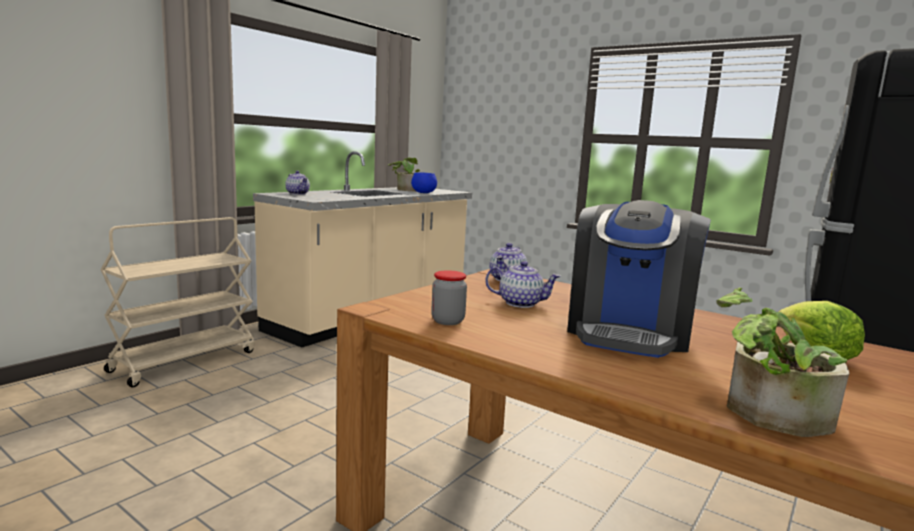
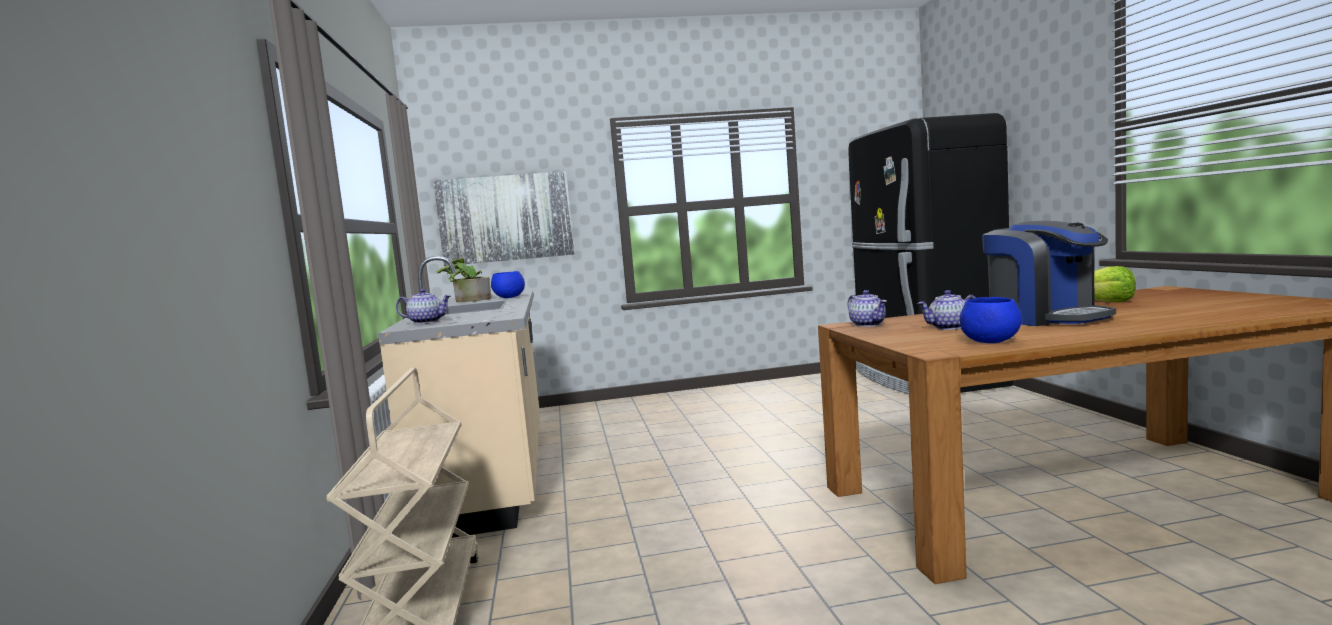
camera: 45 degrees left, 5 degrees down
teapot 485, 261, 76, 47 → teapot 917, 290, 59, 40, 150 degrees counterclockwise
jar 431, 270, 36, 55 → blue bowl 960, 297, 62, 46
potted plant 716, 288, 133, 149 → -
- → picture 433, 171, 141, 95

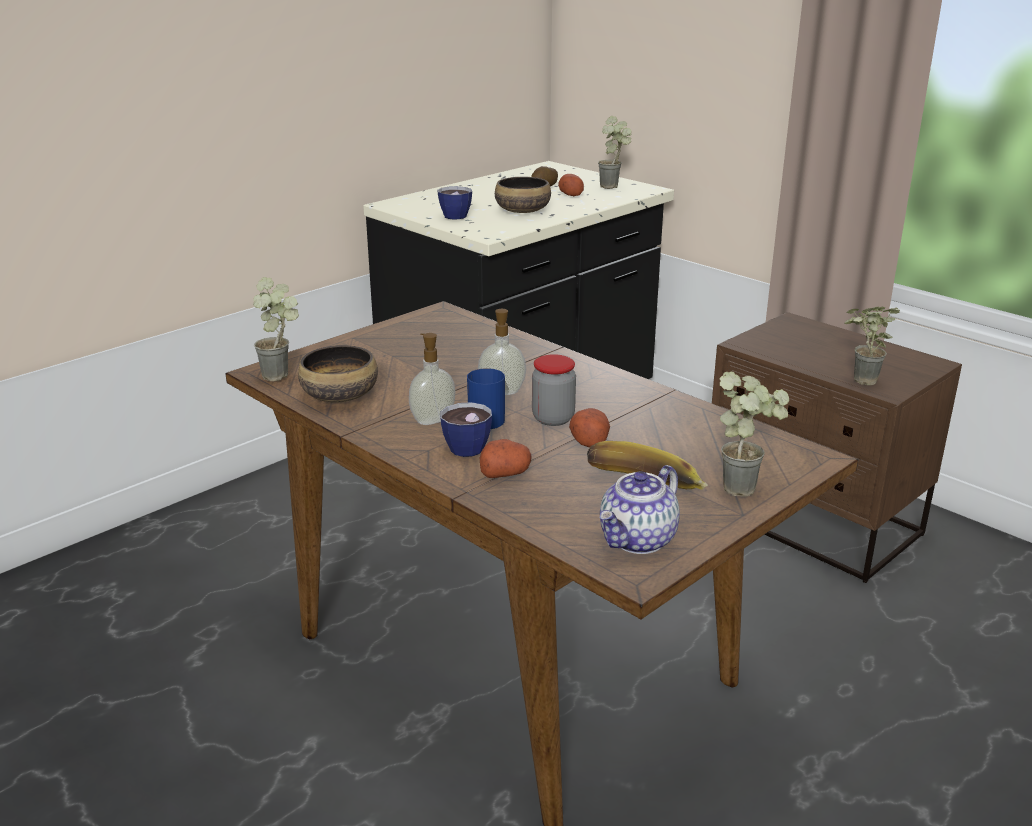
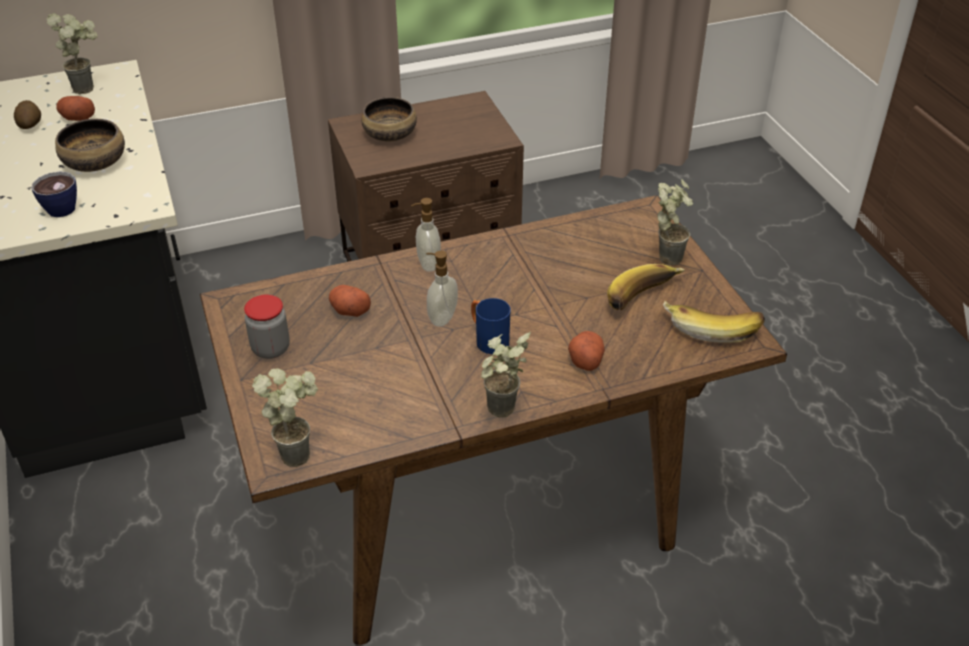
camera: 65 degrees left, 15 degrees up
potted plant 844, 307, 56, 78 → potted plant 481, 332, 50, 86, shifted
soap dispenser 409, 333, 46, 92 → soap dispenser 411, 198, 30, 74, shifted
bowl 298, 345, 80, 57 → bowl 361, 97, 56, 44, shifted
jar 532, 354, 44, 72 → jar 244, 295, 46, 64, shifted
cup 440, 402, 52, 55 → -
potato 569, 408, 41, 40 → potato 329, 285, 42, 32, shifted
teapot 600, 465, 80, 89 → banana 663, 301, 102, 42

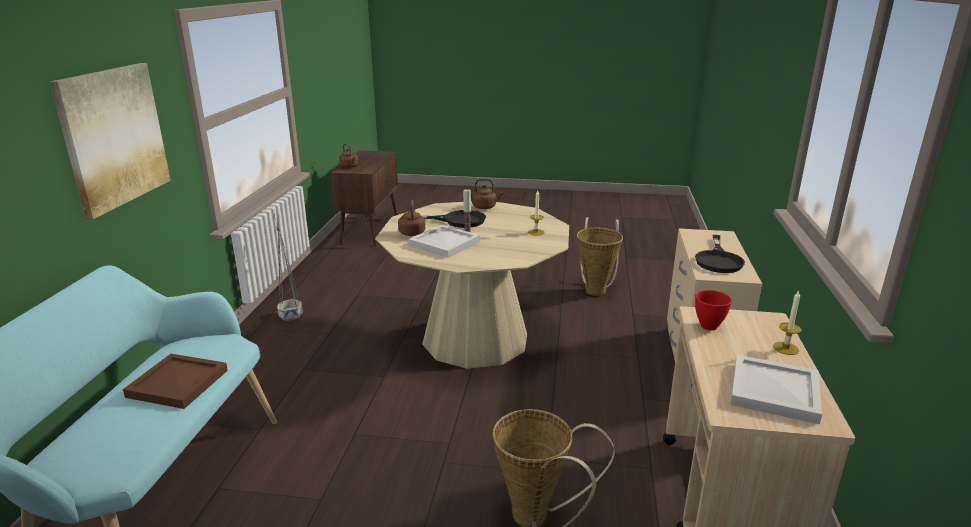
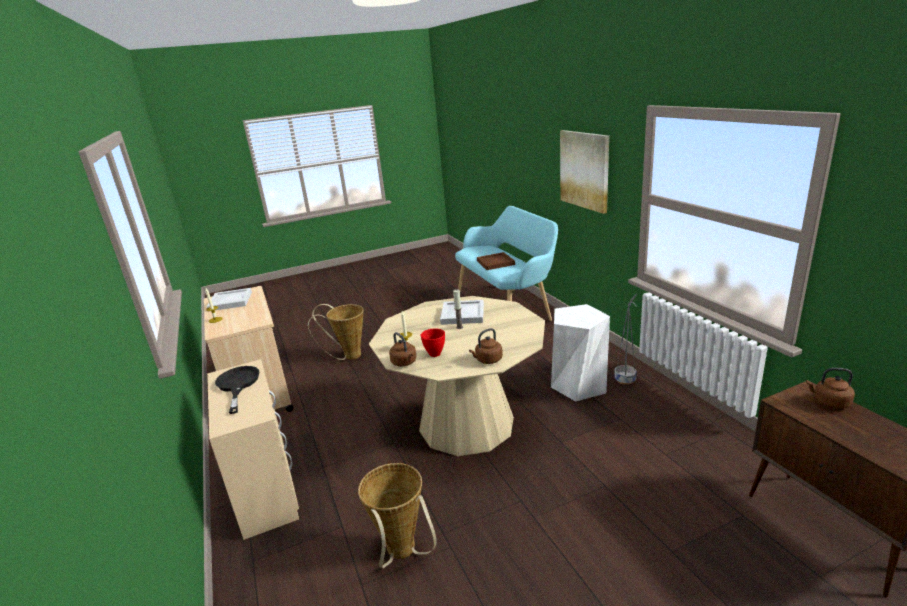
camera: 150 degrees right, 0 degrees up
brown kettle 398, 201, 27, 35 → brown kettle 389, 332, 28, 34, shifted
black frying pan 422, 210, 64, 18 → -
red bowl 695, 290, 37, 40 → red bowl 421, 328, 24, 29, shifted
- → white stool 551, 304, 59, 98

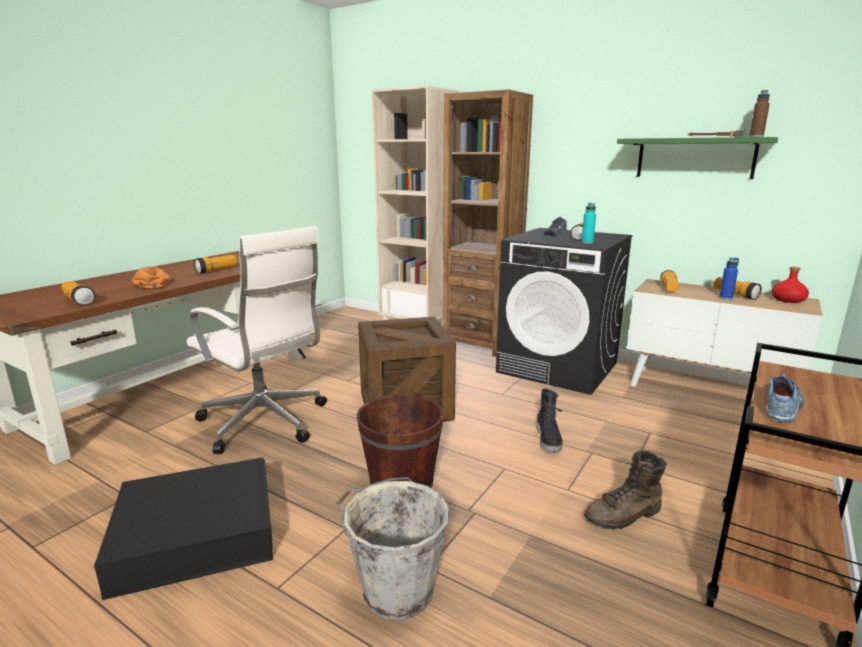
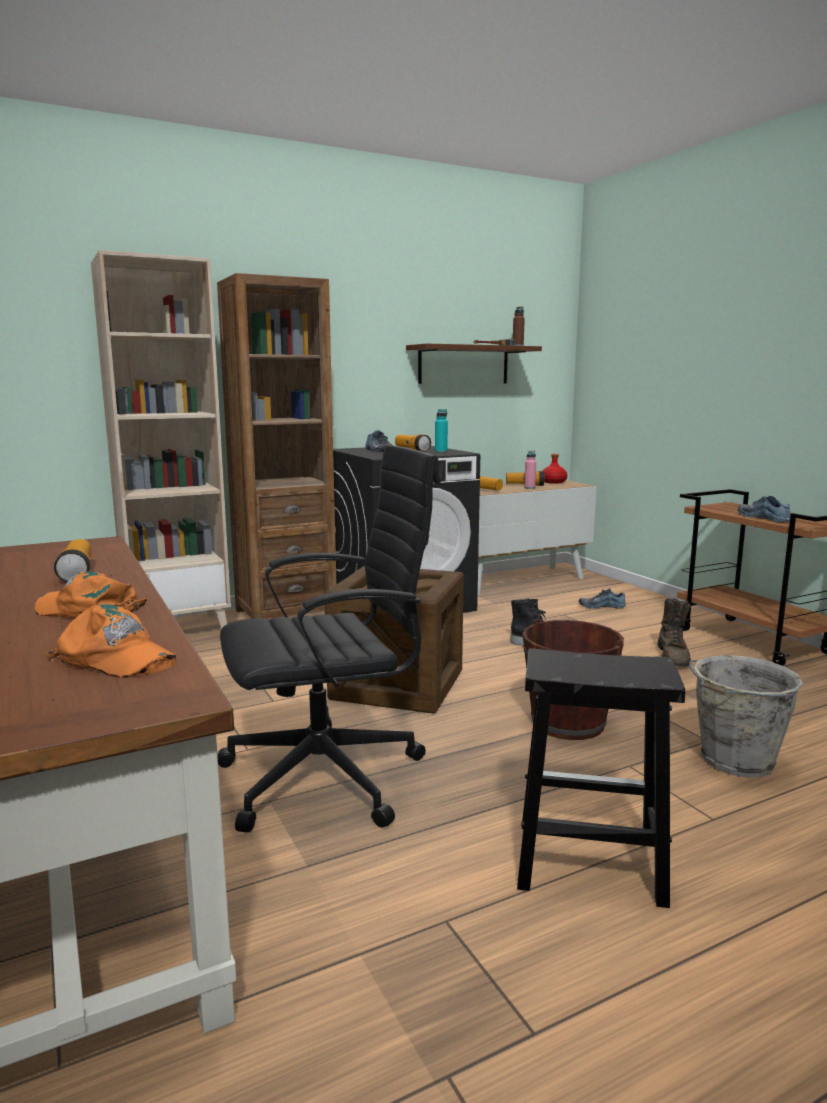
camera: 60 degrees left, 5 degrees down
green shelf 617, 137, 161, 42 → brown shelf 406, 343, 136, 41
white office chair 187, 226, 140, 228 → black office chair 217, 444, 223, 388
blue bottle 719, 257, 20, 43 → pink bottle 524, 451, 12, 38
flashlight 61, 281, 34, 25 → orange cap 45, 604, 131, 74
black storage box 94, 458, 179, 142 → black stool 517, 648, 168, 260
- → shoe 579, 589, 47, 20

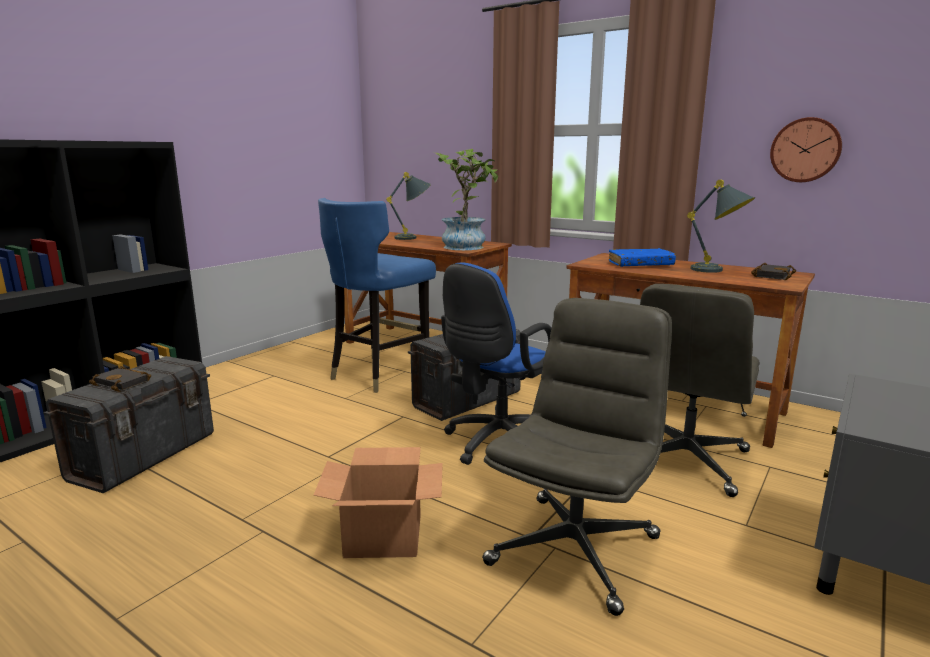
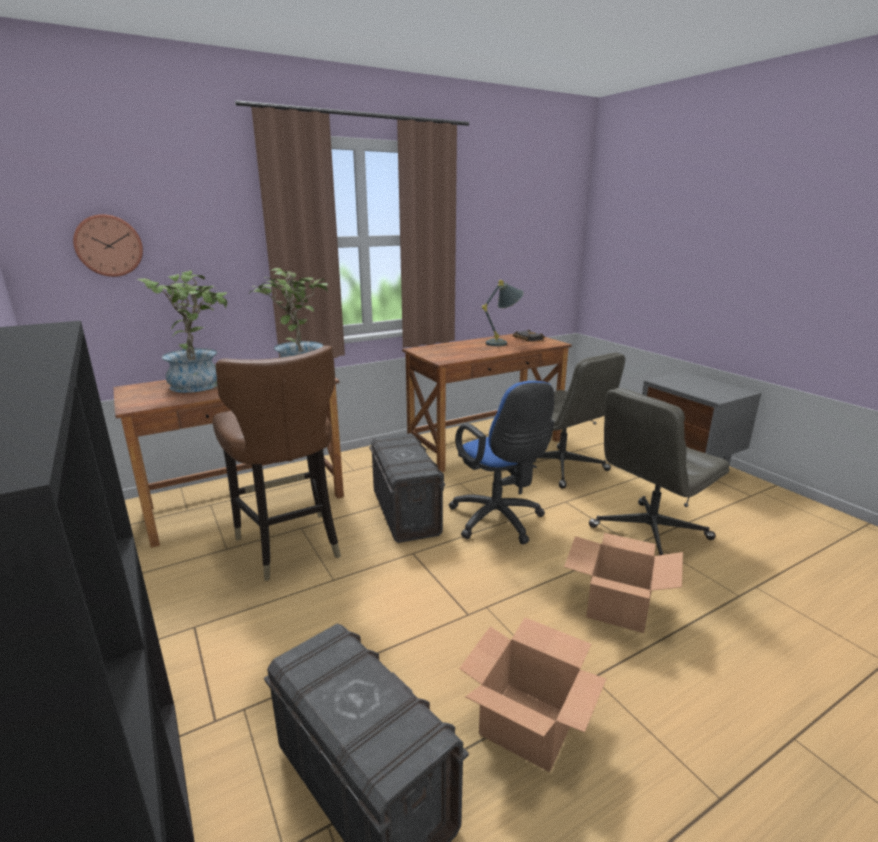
camera: 65 degrees left, 5 degrees up
wall clock 770, 117, 72, 65 → wall clock 73, 214, 70, 63, shifted
grey table lamp 386, 172, 45, 68 → potted plant 137, 270, 90, 123
blue chair 318, 198, 118, 195 → brown chair 213, 345, 128, 236
blue book 609, 248, 67, 19 → -
grey office chair 482, 298, 190, 318 → grey office chair 589, 388, 141, 167, 90 degrees counterclockwise
black book 89, 366, 62, 26 → -
- → cardboard box 459, 618, 147, 154

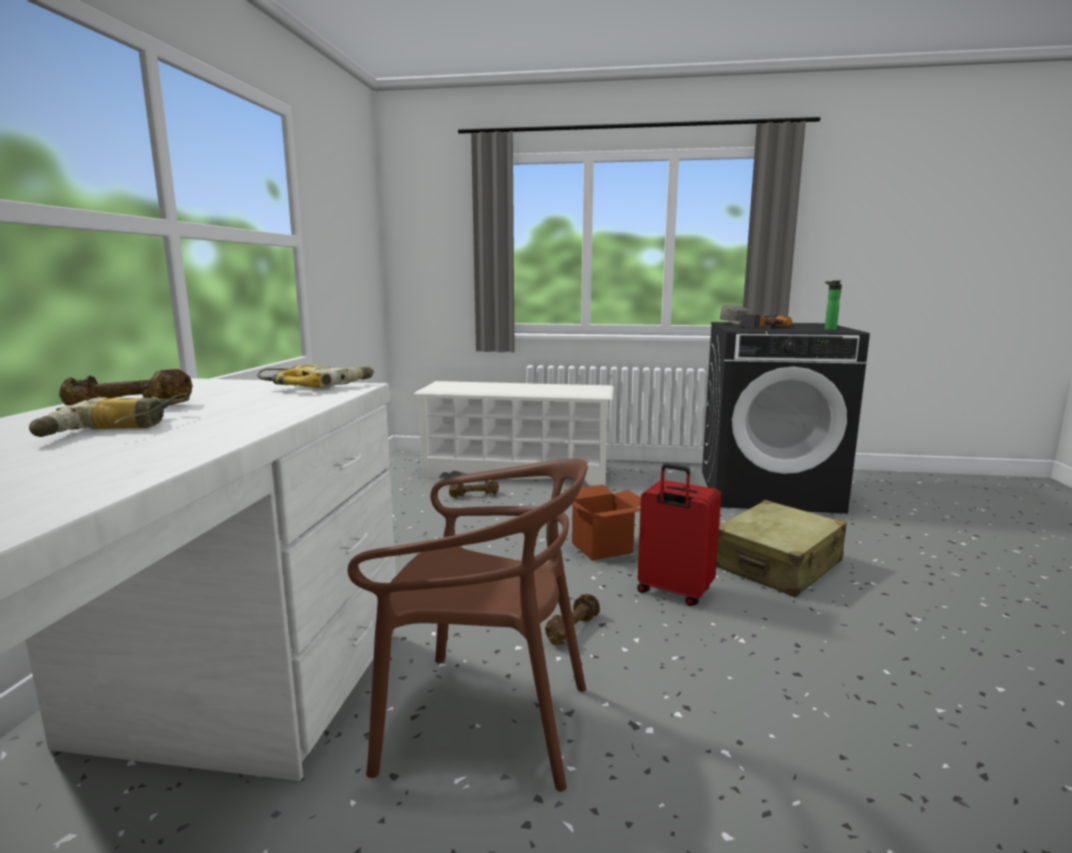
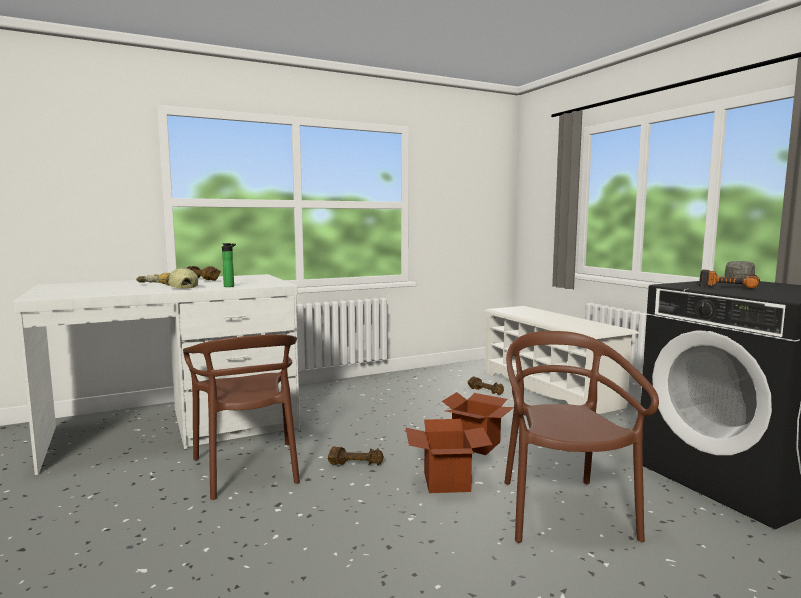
camera: 55 degrees right, 5 degrees down
bottle 825, 281, 17, 49 → bottle 222, 243, 14, 44, shifted
power drill 257, 364, 117, 25 → -
red suitcase 637, 464, 84, 142 → cardboard box 406, 419, 87, 74
beige suitcase 716, 500, 131, 97 → brown chair 505, 331, 154, 212
- → cap 168, 267, 30, 22

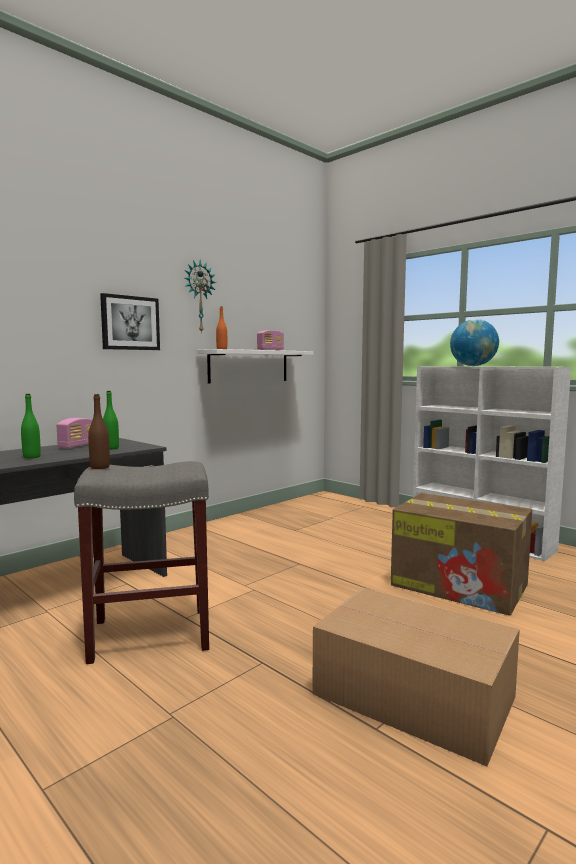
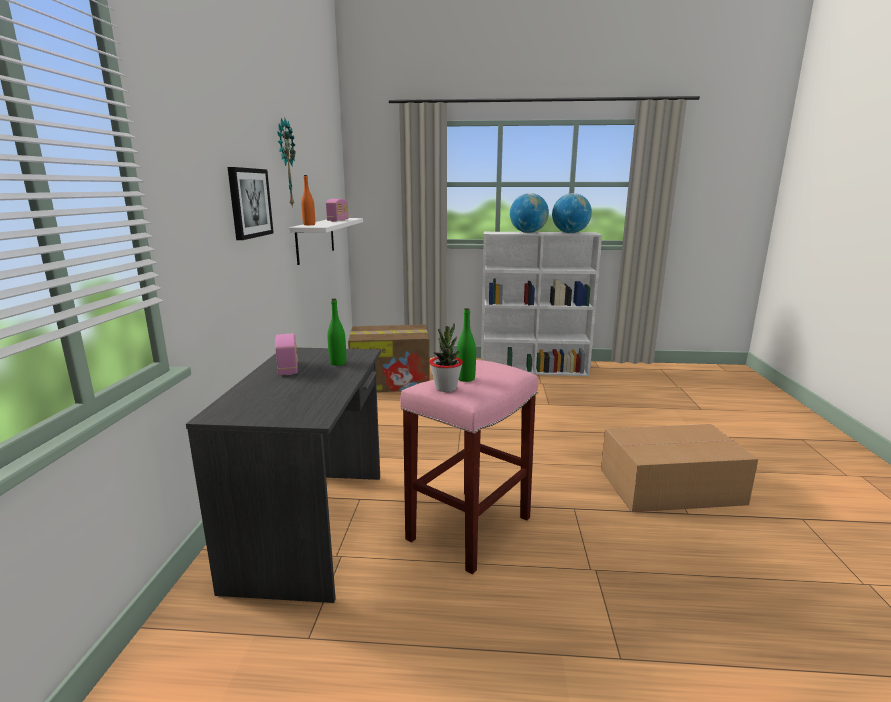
camera: 40 degrees left, 10 degrees up
green bottle 21, 394, 20, 65 → green bottle 457, 308, 19, 74, shifted
brown bottle 88, 394, 22, 75 → potted plant 429, 323, 34, 69
grey stool 74, 461, 135, 203 → pink stool 400, 360, 138, 214
cardboard box 391, 493, 141, 123 → cardboard box 348, 325, 82, 67, shifted
- → globe 552, 193, 40, 40

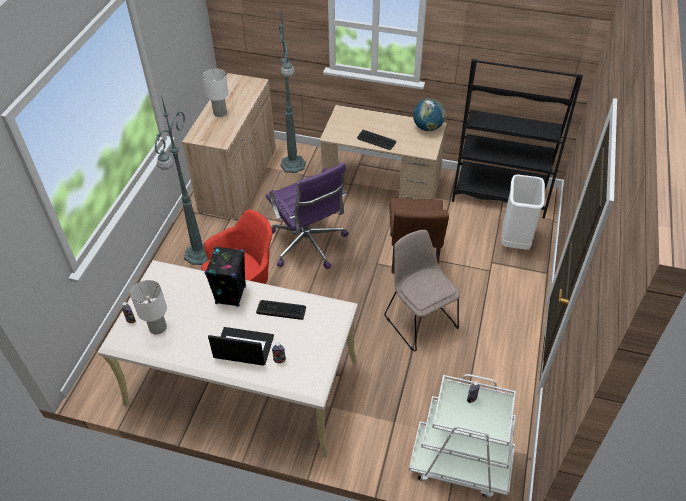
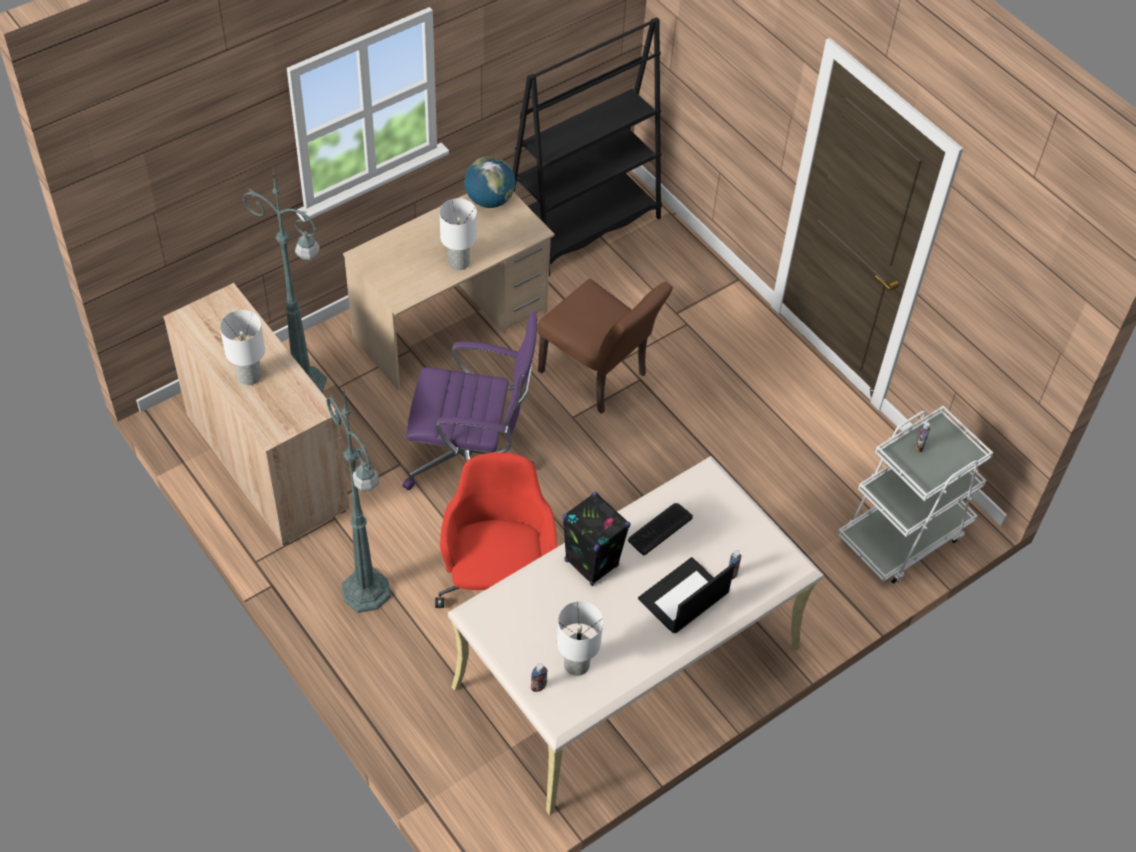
camera: 55 degrees left, 5 degrees up
keyboard 357, 130, 39, 20 → white table lamp 439, 198, 38, 72
white trash can 502, 175, 43, 75 → -
beige chair 384, 230, 76, 121 → -

